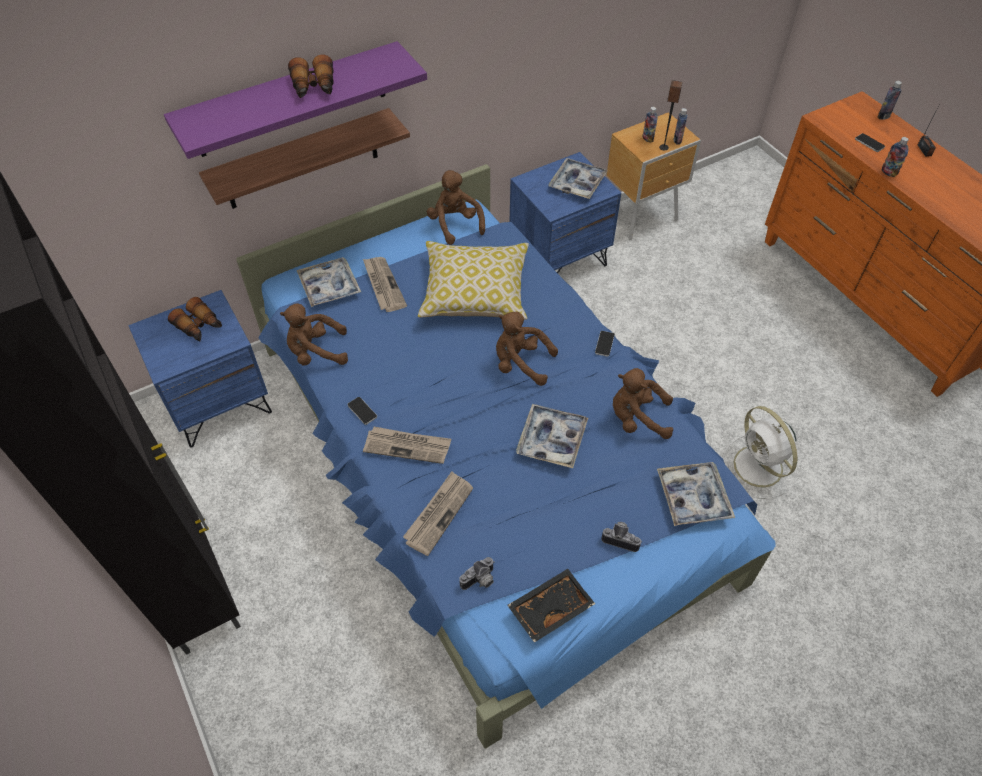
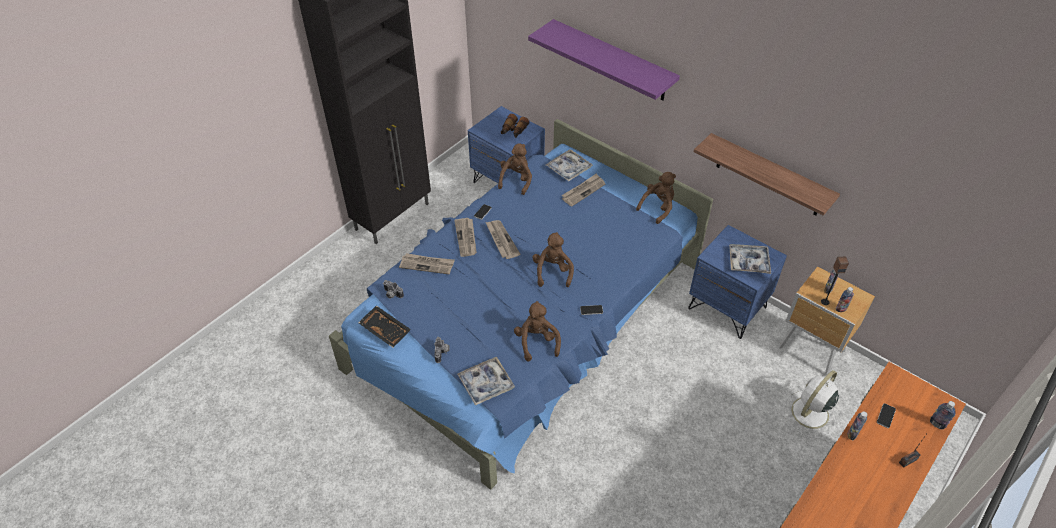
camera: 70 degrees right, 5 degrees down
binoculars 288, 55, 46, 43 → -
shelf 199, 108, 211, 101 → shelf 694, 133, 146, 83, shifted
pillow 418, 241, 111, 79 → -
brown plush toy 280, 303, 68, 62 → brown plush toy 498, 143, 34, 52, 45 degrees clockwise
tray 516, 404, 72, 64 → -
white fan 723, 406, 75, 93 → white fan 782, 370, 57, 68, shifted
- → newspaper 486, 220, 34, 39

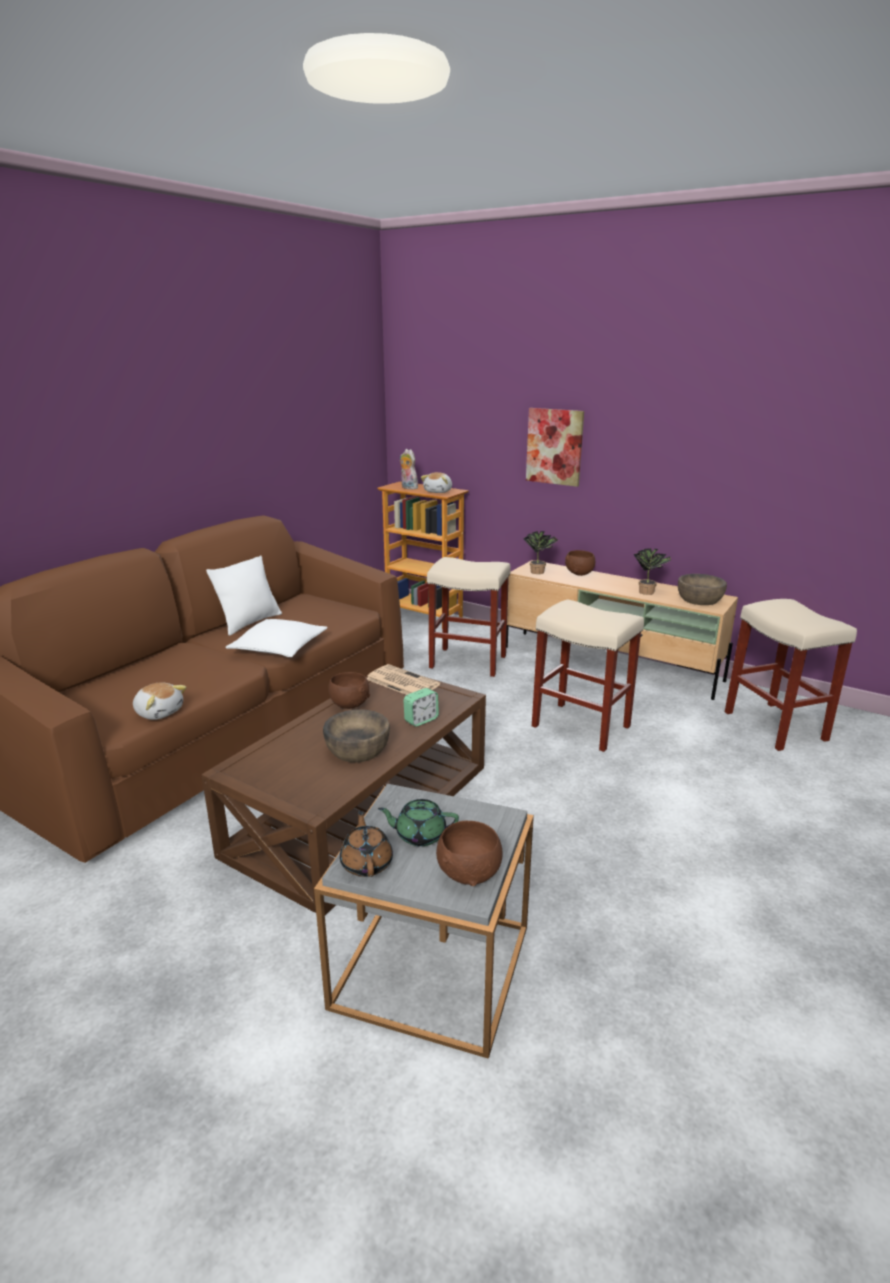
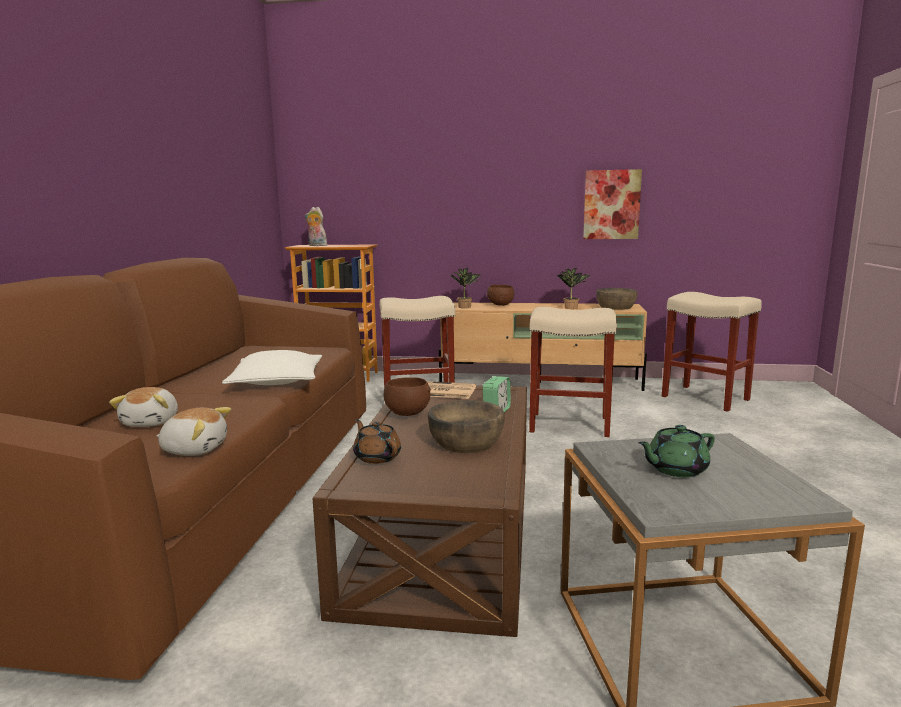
camera: 25 degrees left, 10 degrees down
picture 526, 408, 58, 79 → picture 583, 169, 59, 70, shifted
plush toy 421, 472, 31, 21 → plush toy 109, 387, 69, 40, shifted
white pillow 206, 555, 76, 81 → -
brown teapot 340, 811, 53, 66 → brown teapot 353, 419, 48, 45, shifted
brown bowl 436, 821, 67, 65 → -

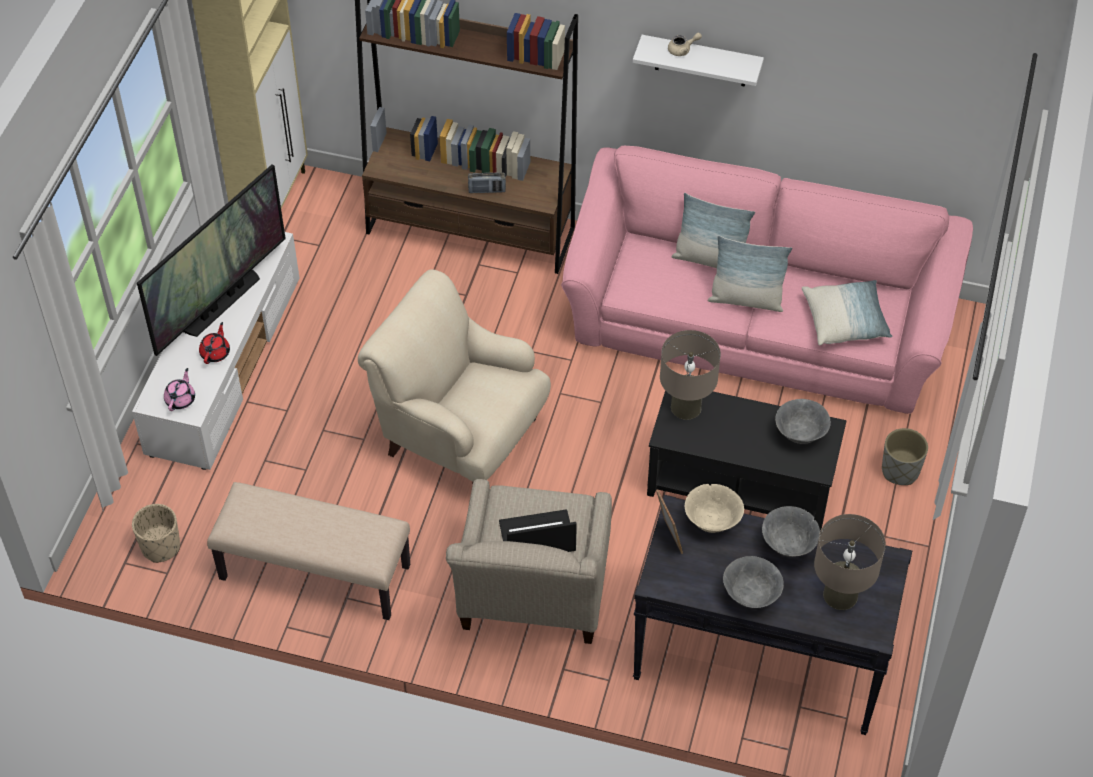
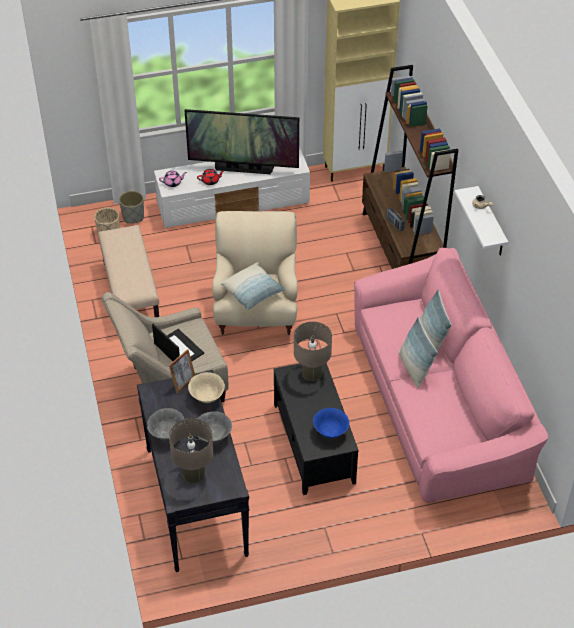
camera: 60 degrees right, 5 degrees down
pillow 802, 280, 91, 66 → pillow 220, 262, 66, 49, shifted
grey bowl 775, 399, 56, 45 → blue bowl 313, 408, 36, 30
grey planter 882, 428, 46, 57 → grey planter 119, 191, 25, 33, shifted

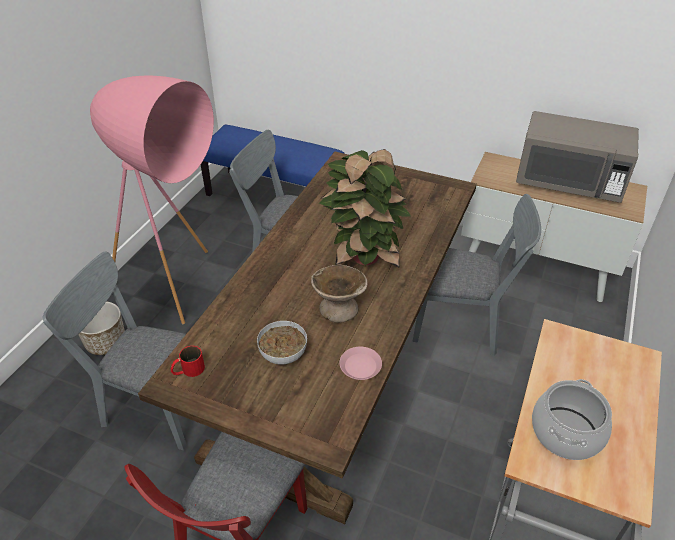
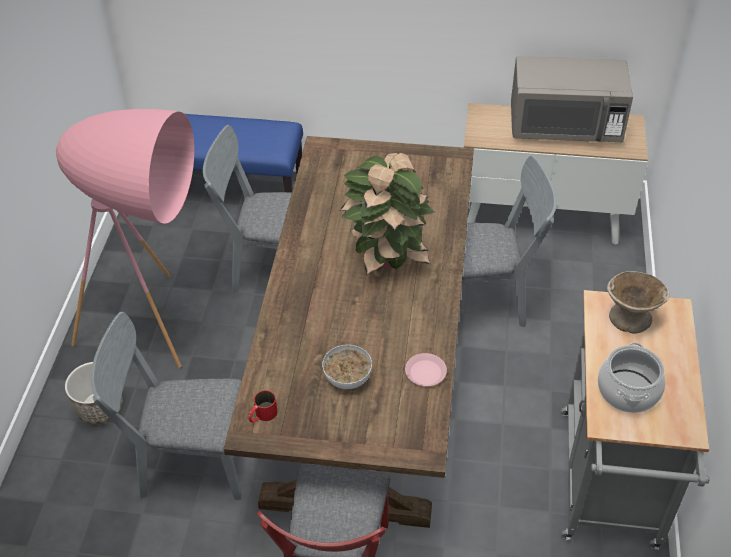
camera: 15 degrees left, 5 degrees up
beige bowl 311, 265, 57, 58 → beige bowl 607, 271, 63, 63, shifted

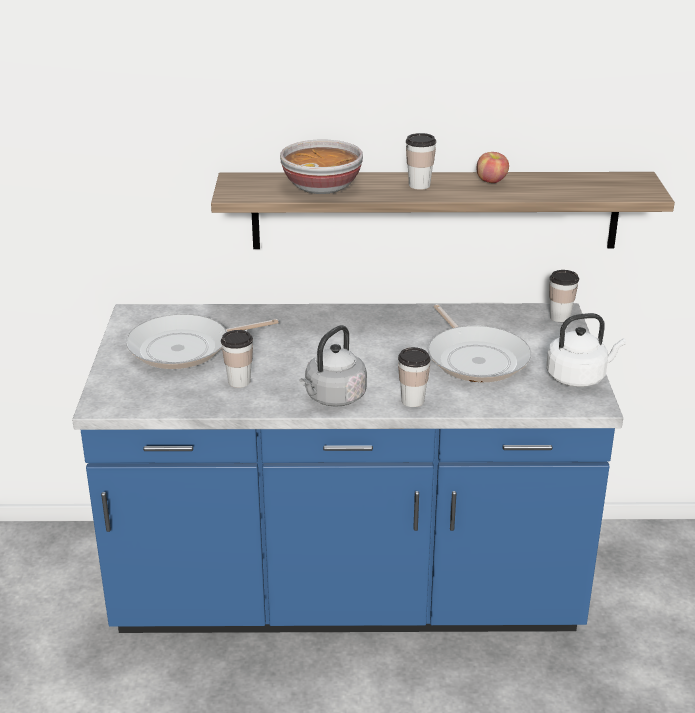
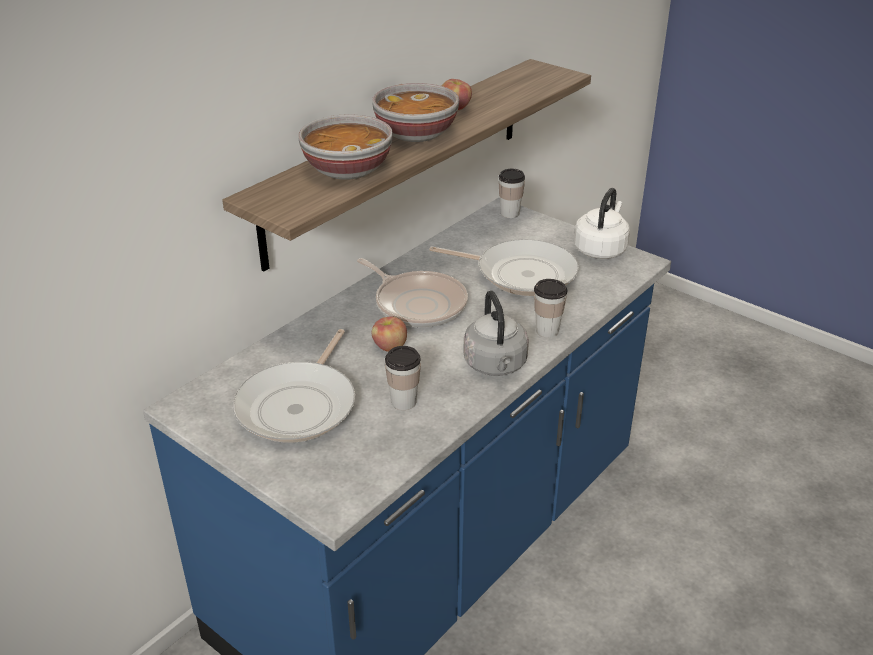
camera: 50 degrees left, 5 degrees up
cup 406, 133, 30, 57 → bowl 372, 83, 87, 59
- → frying pan 357, 258, 111, 69
- → apple 372, 316, 35, 36

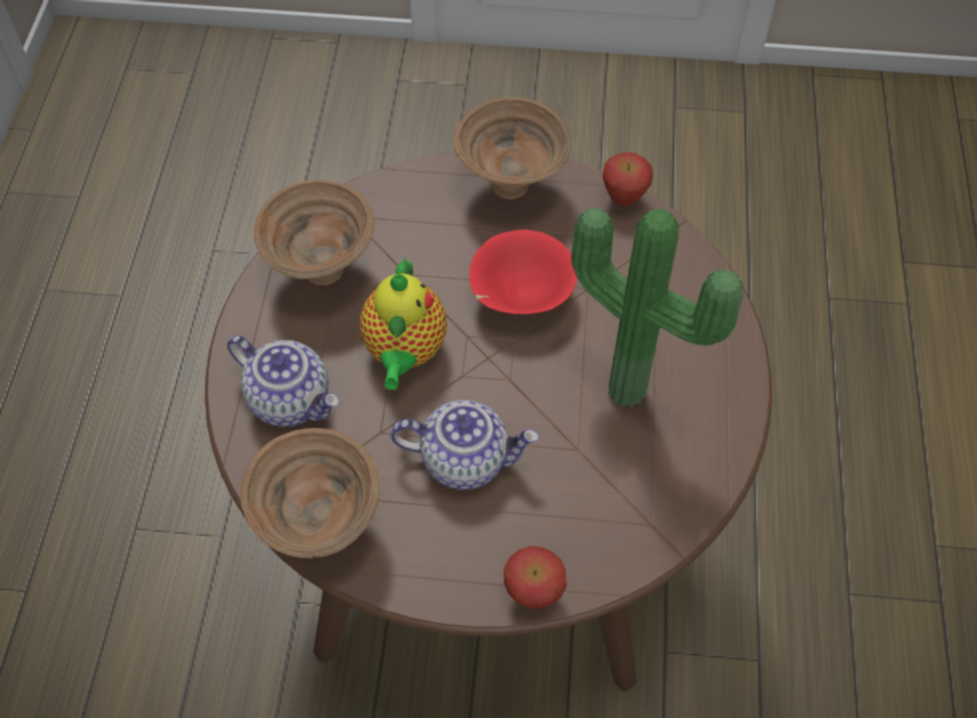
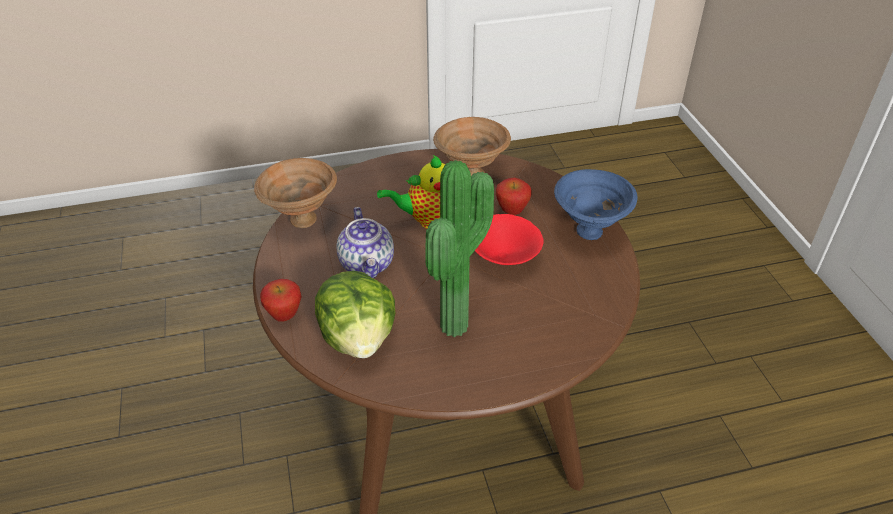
camera: 70 degrees right, 15 degrees down
brown bowl 453, 97, 119, 102 → blue bowl 554, 169, 83, 71
apple 603, 152, 50, 54 → apple 496, 178, 35, 37, shifted
teapot 227, 335, 112, 92 → -
- → lettuce 315, 271, 80, 87

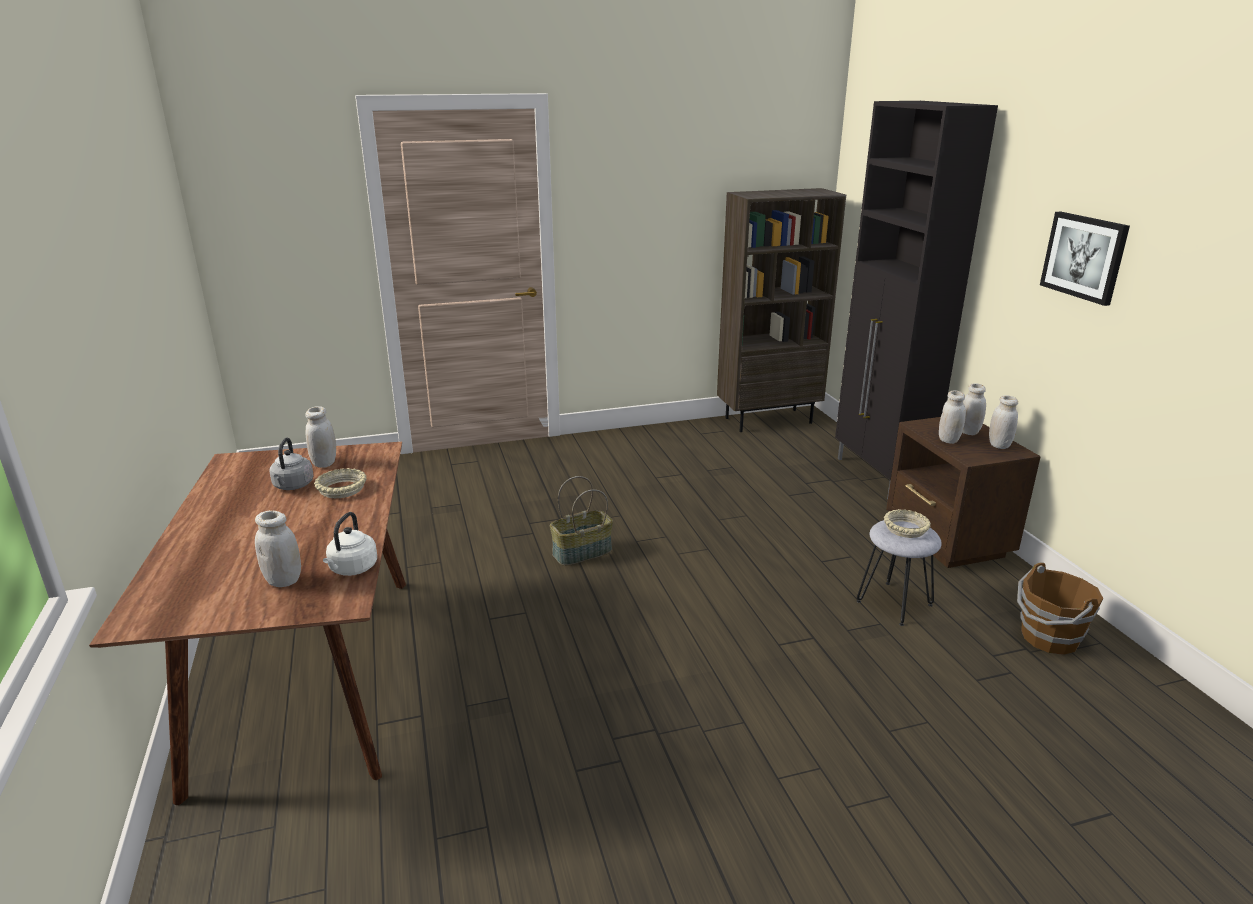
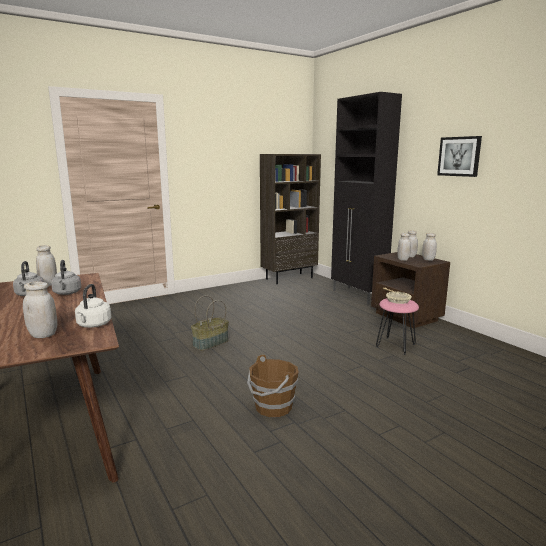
camera: 15 degrees left, 10 degrees down
beige bowl 314, 468, 53, 30 → grey kettle 51, 260, 30, 35
grey stool 857, 520, 85, 106 → pink stool 376, 298, 43, 57
brown bucket 1017, 563, 86, 92 → brown bucket 247, 354, 52, 63, shifted

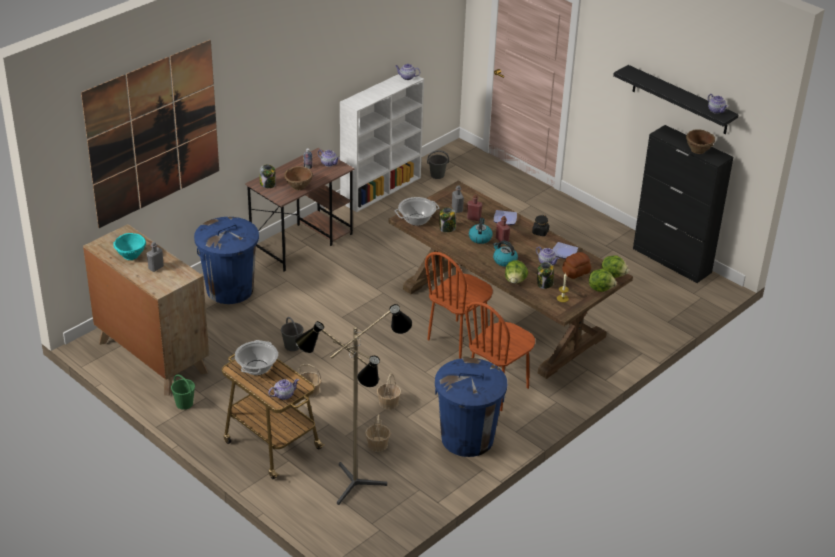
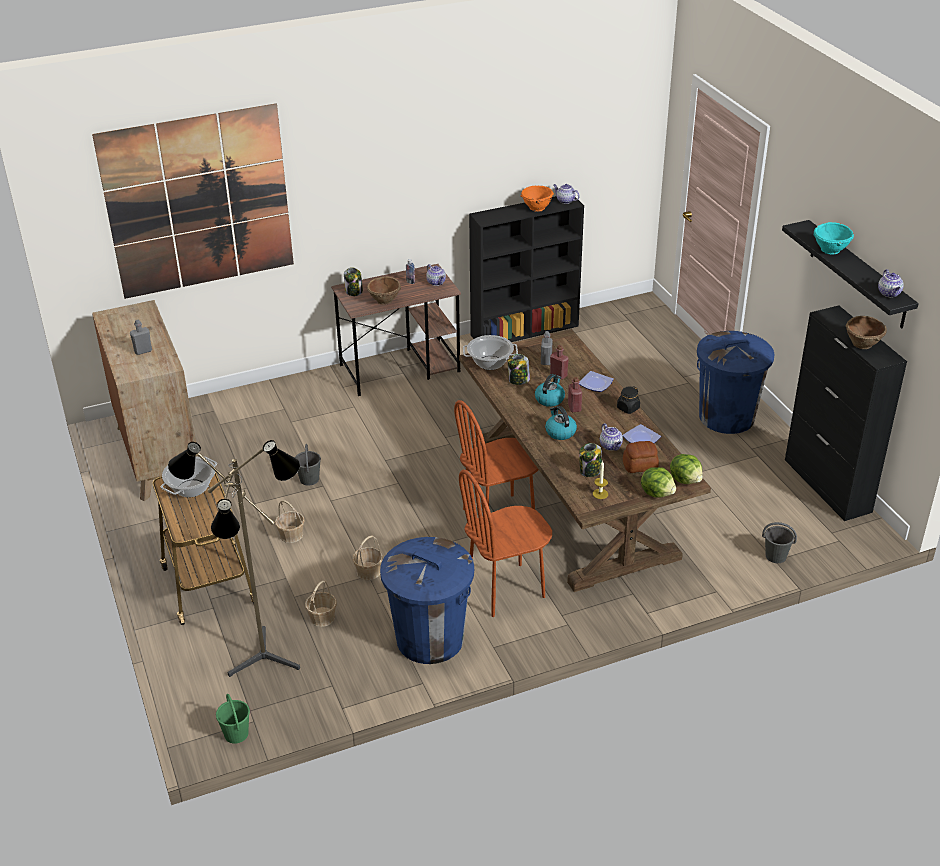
camera: 25 degrees right, 0 degrees up
white bookcase 340, 74, 84, 138 → black bookcase 469, 196, 115, 146
grey bucket 427, 150, 22, 29 → grey bucket 762, 522, 35, 41, shifted
blue trash can 194, 217, 65, 87 → blue trash can 697, 331, 77, 103, shifted
turquoise bowl 113, 233, 33, 27 → turquoise bowl 814, 222, 40, 33, shifted
lettuce 505, 260, 23, 24 → -
green bucket 171, 374, 24, 36 → green bucket 216, 694, 34, 50, shifted
teapot 268, 379, 31, 21 → -
- → orange bowl 521, 186, 33, 26

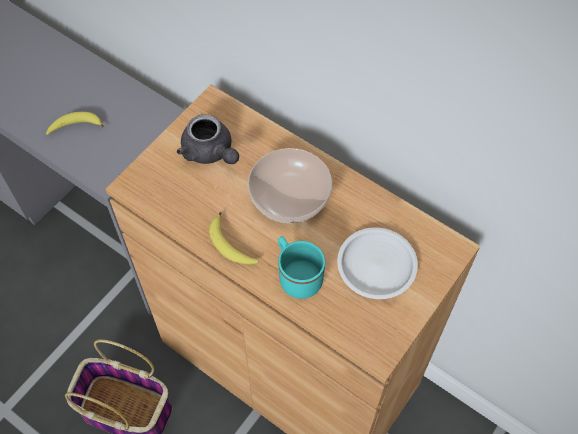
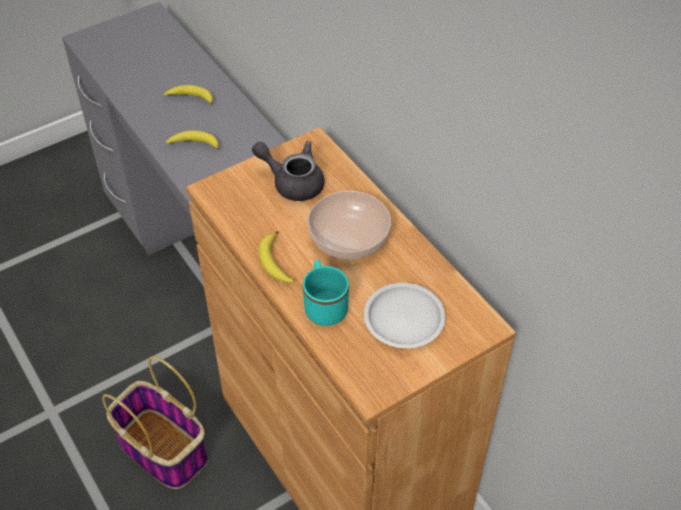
camera: 20 degrees right, 10 degrees down
grey teapot 177, 114, 62, 50 → grey teapot 252, 141, 73, 60, 135 degrees clockwise
- → banana 164, 85, 49, 21

